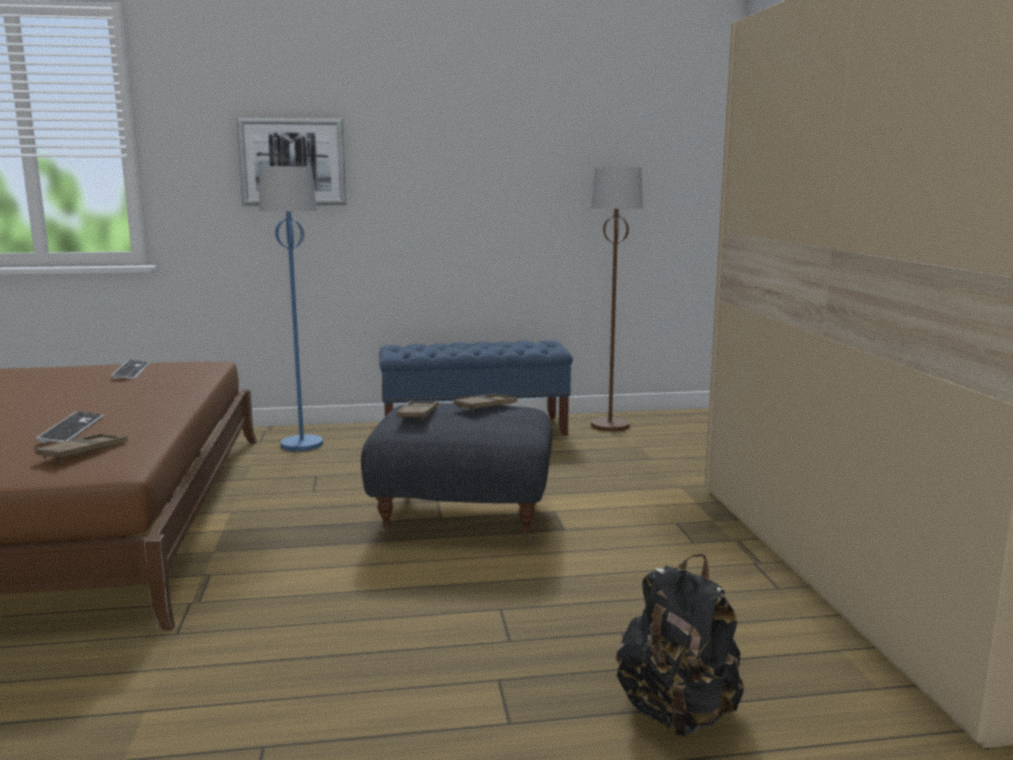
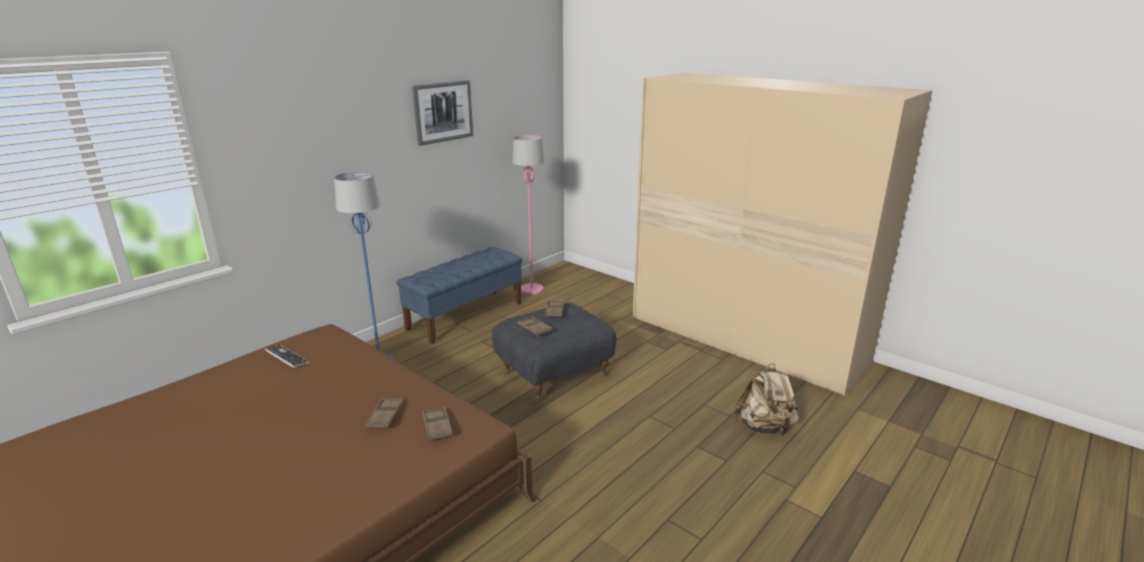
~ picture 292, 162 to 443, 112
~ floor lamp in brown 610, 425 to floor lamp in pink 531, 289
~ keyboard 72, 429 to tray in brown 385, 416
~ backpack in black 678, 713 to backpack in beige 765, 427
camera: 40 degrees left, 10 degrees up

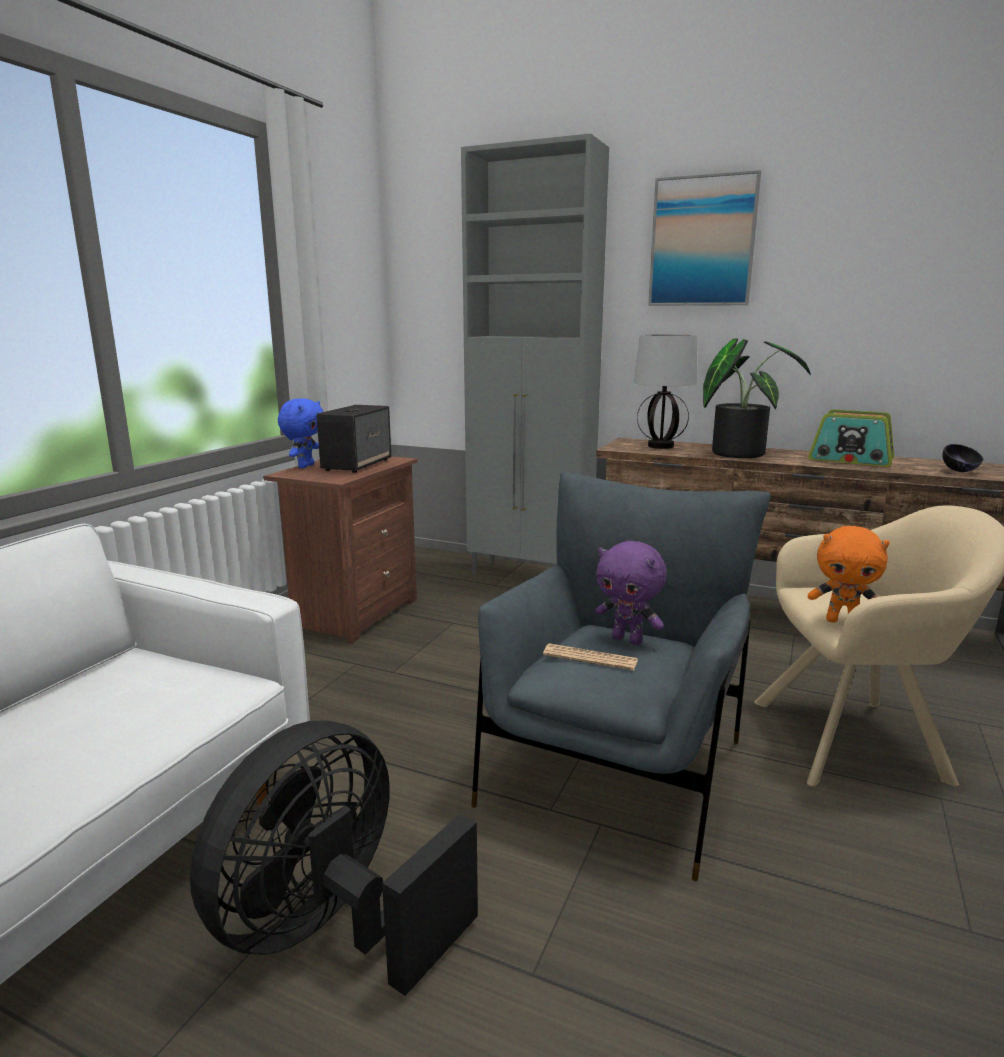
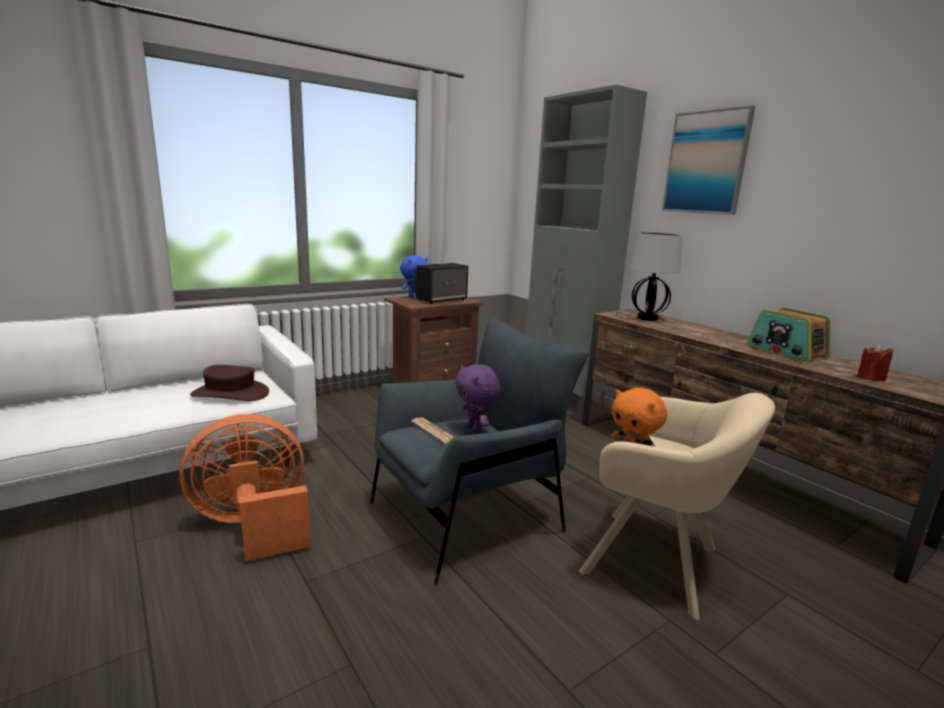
- potted plant 738, 452
~ bowl in black 959, 471 to candle in red 871, 378
~ fan in black 335, 929 to fan in orange 254, 525
+ hat in brown 230, 393
camera: 30 degrees right, 0 degrees up

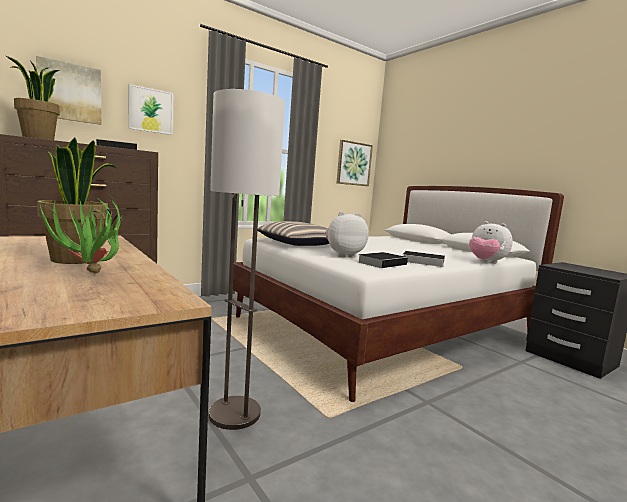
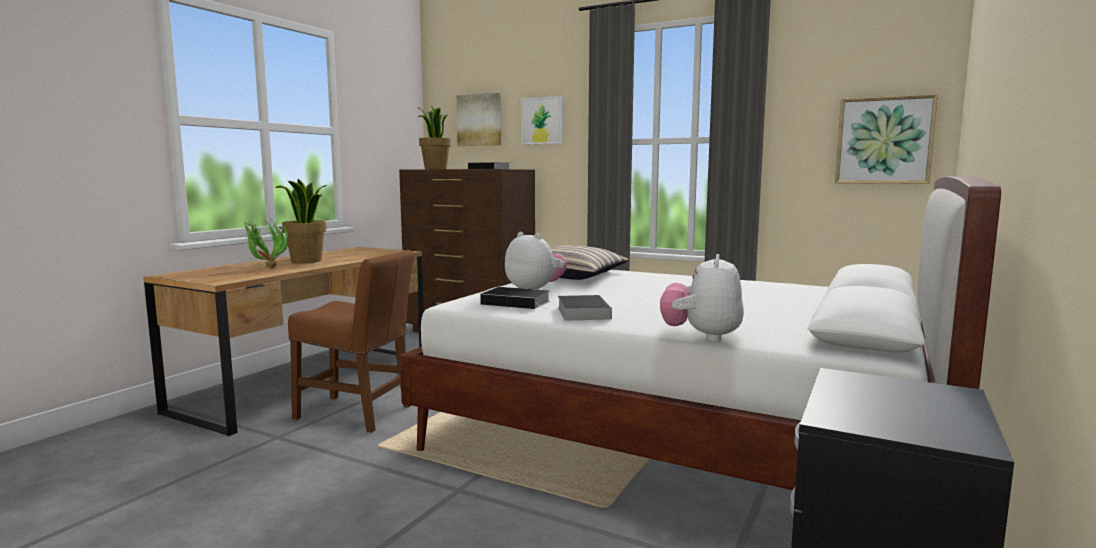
~ floor lamp 235, 414 to chair in brown 358, 413
camera: 65 degrees right, 0 degrees up

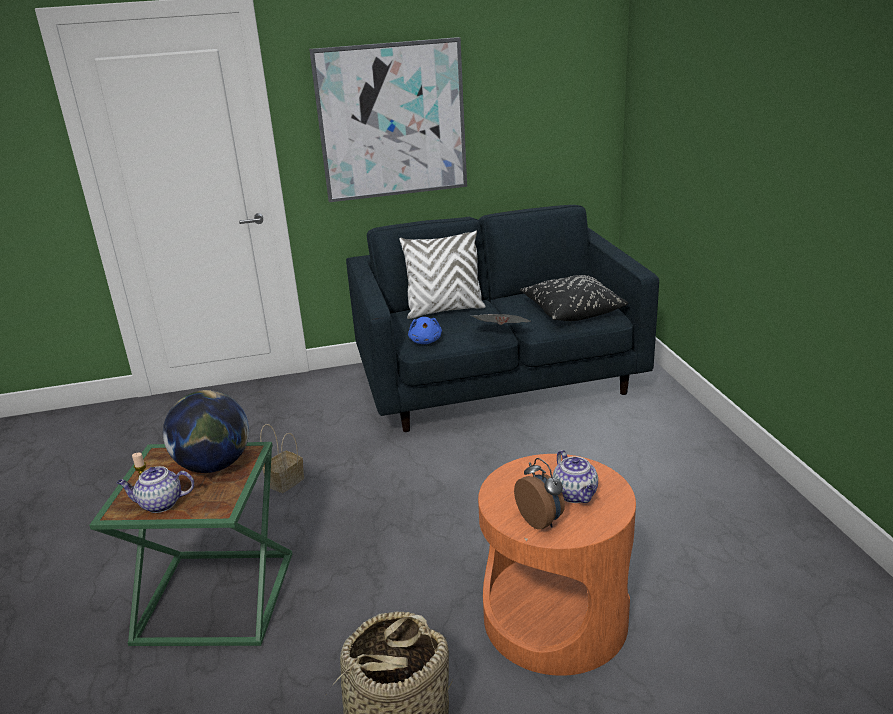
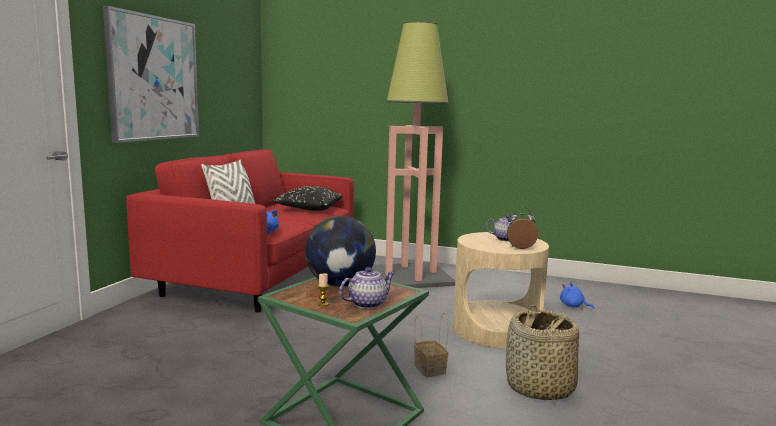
~ sofa in blue 497, 381 to sofa in red 258, 277
- newspaper 502, 334
~ basket 286, 481 to 428, 368
~ side table in orange 555, 618 to side table in beige 496, 330
~ teapot 160, 504 = 367, 303 150 degrees counterclockwise
+ floor lamp 411, 276
+ plush toy in blue 573, 306
camera: 60 degrees left, 15 degrees down

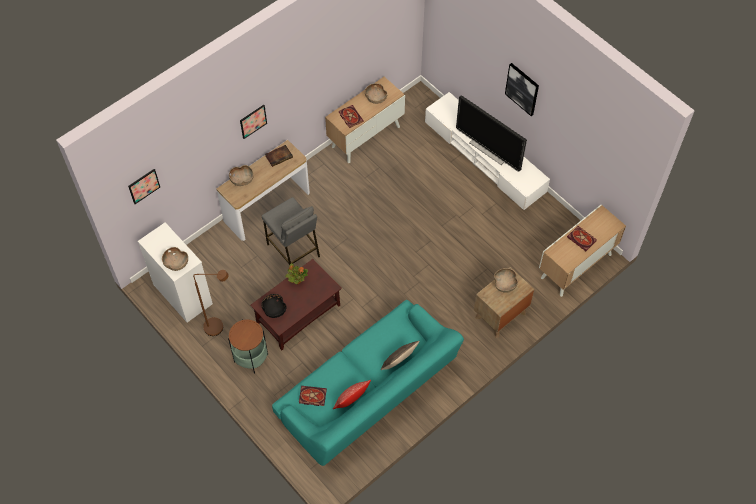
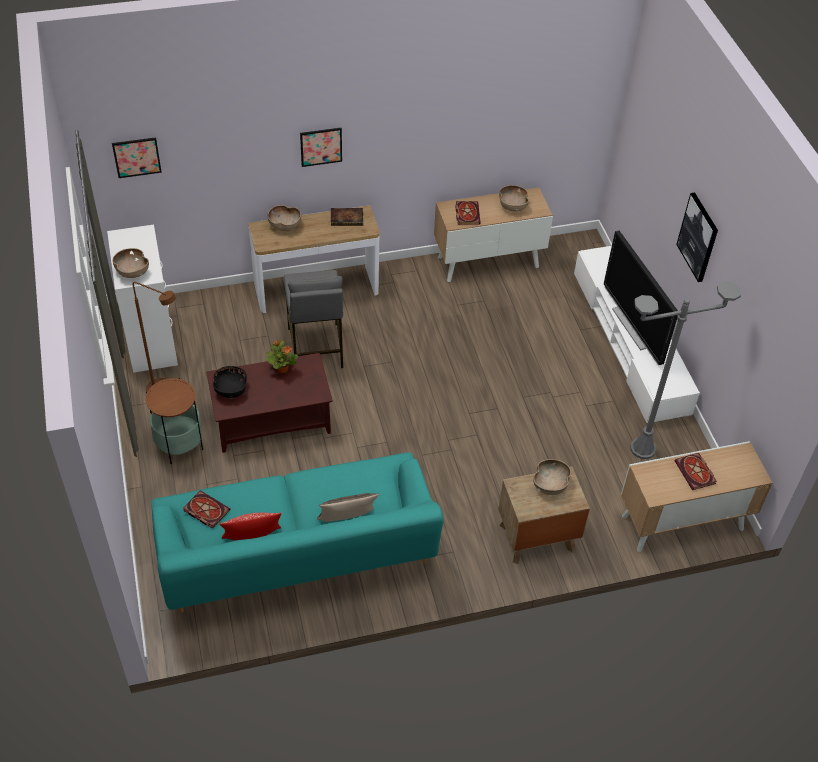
+ floor lamp in grey 643, 448
camera: 25 degrees right, 10 degrees down

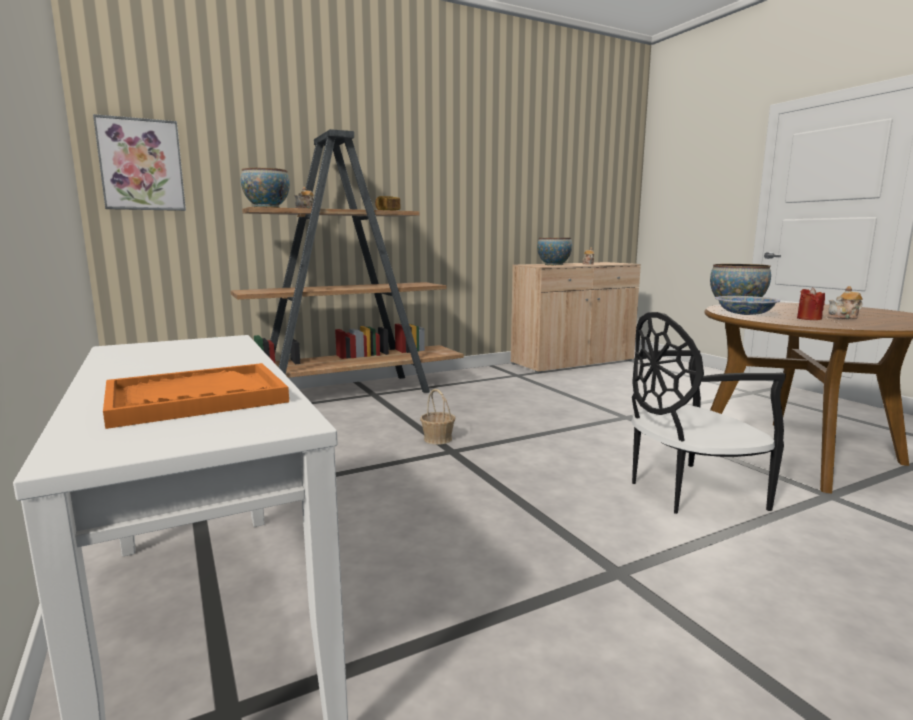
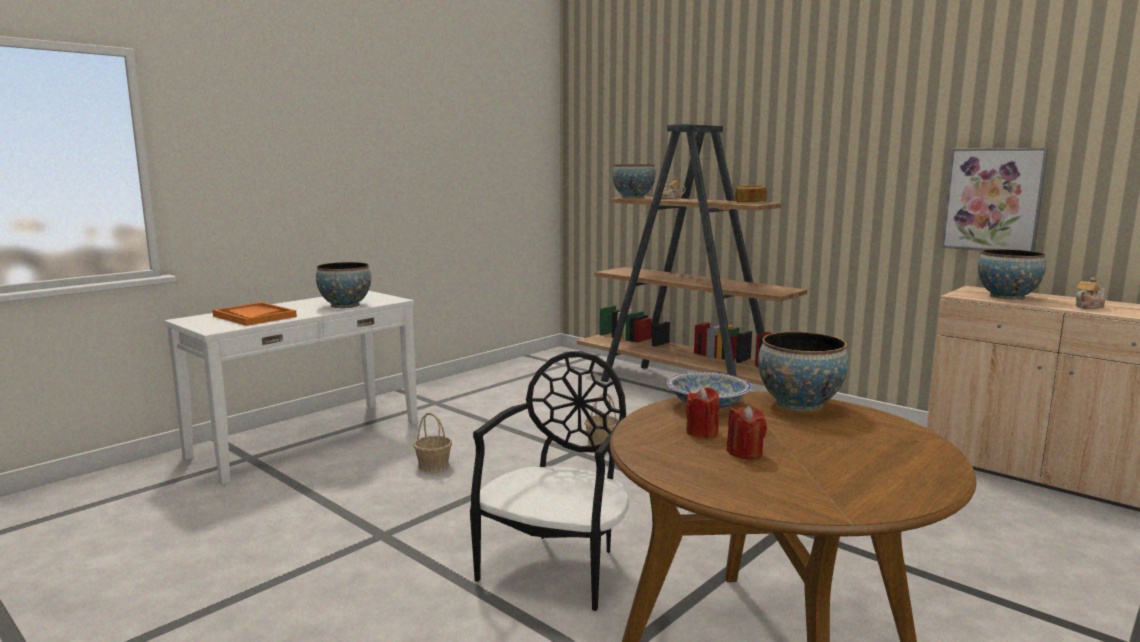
~ picture 141, 165 to 993, 200
~ teapot 844, 317 to candle in red 745, 452
~ chair in black 688, 491 = 557, 567 60 degrees clockwise
+ bowl 345, 305
+ basket 433, 465
camera: 70 degrees right, 0 degrees up

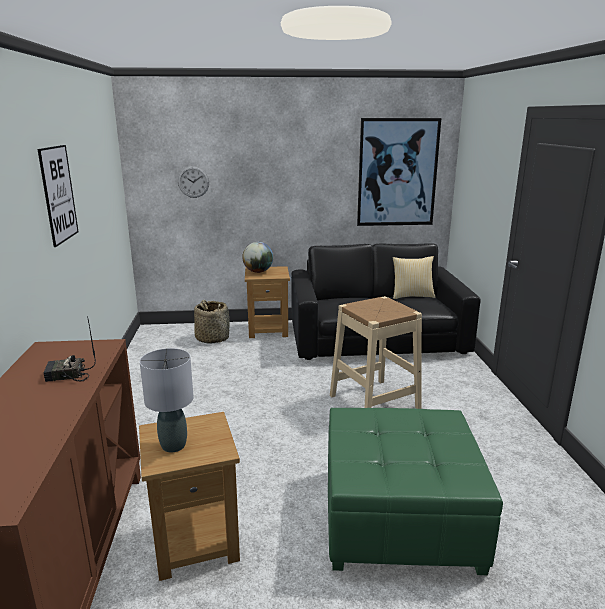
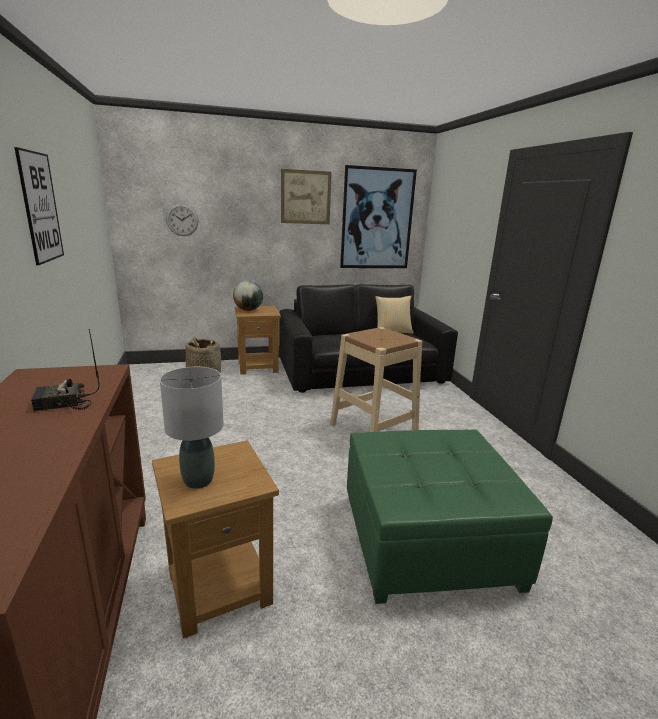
+ picture 305, 197
camera: 10 degrees left, 0 degrees up

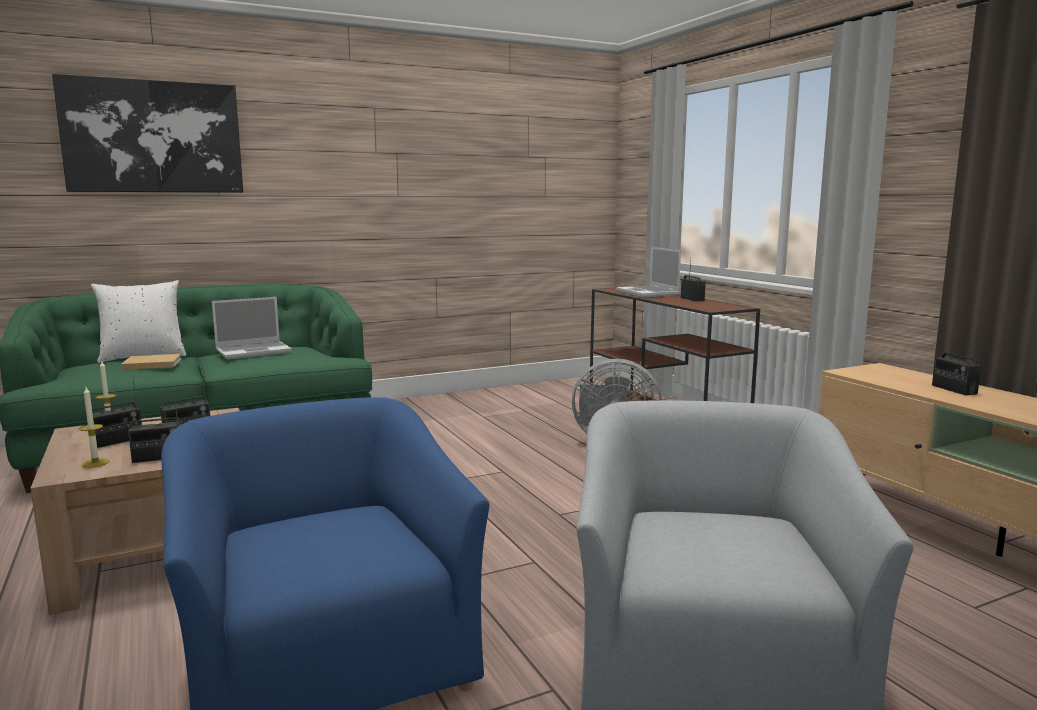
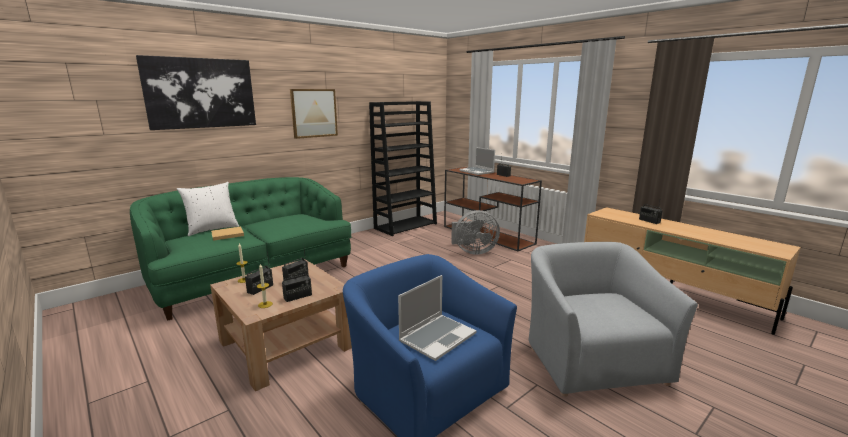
~ laptop 254, 351 to 437, 337
+ picture 314, 113
+ bookcase in black 406, 226
camera: 15 degrees left, 5 degrees up

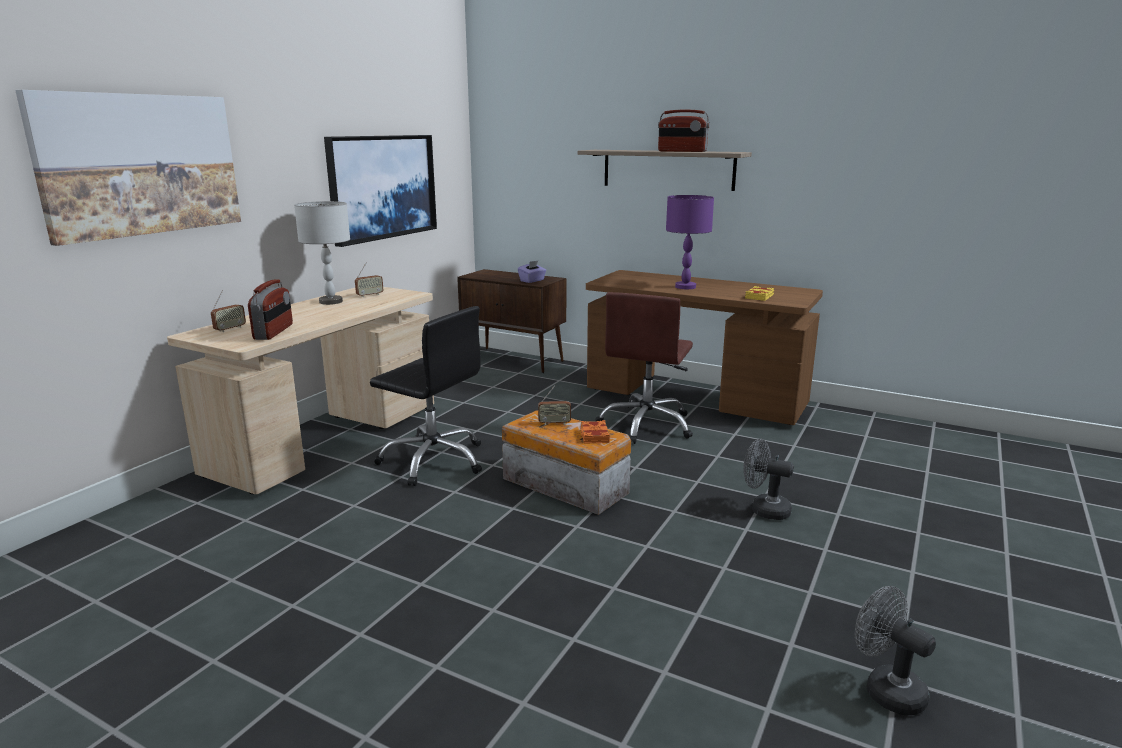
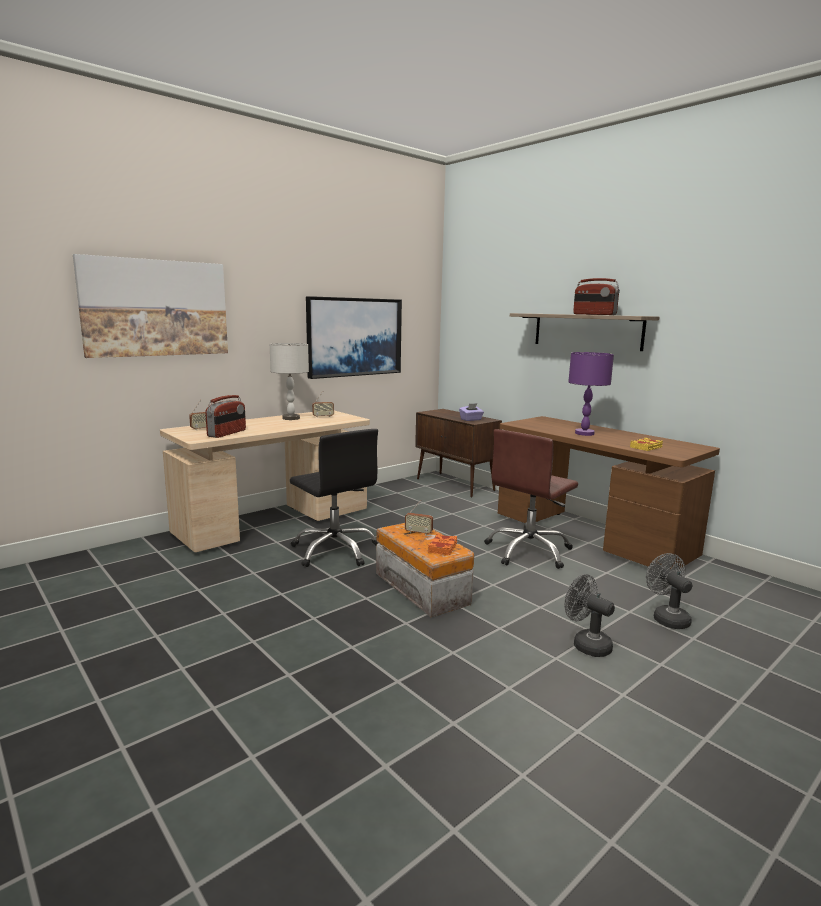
~ fan in grey 886, 689 to 667, 618
camera: 20 degrees right, 5 degrees down

